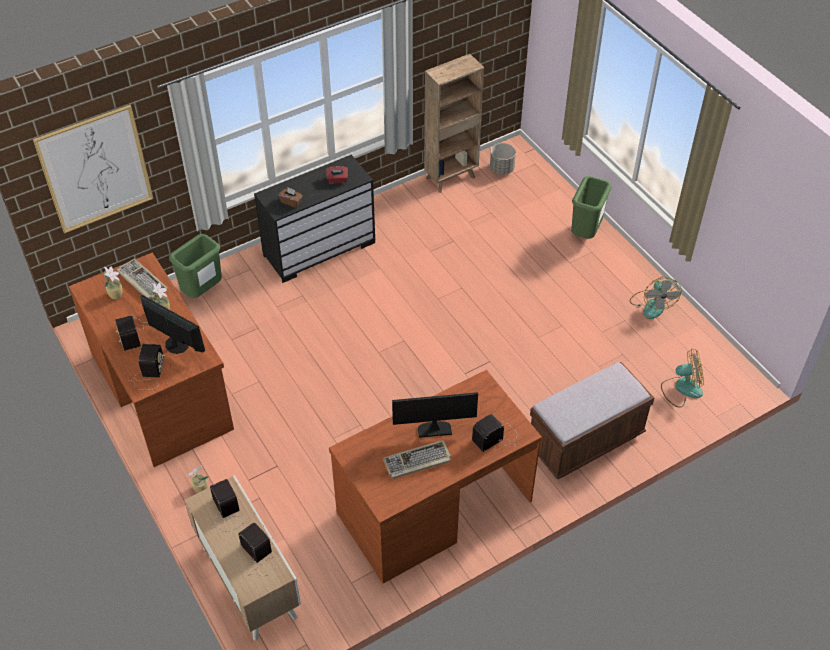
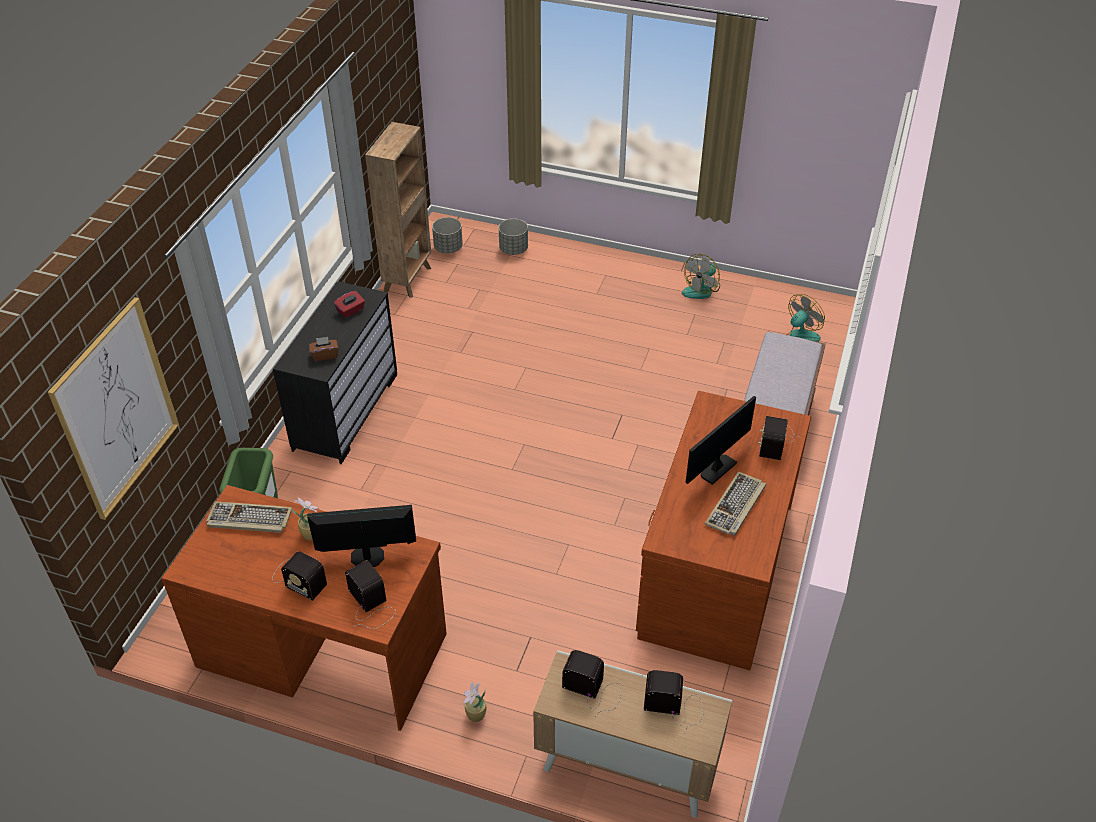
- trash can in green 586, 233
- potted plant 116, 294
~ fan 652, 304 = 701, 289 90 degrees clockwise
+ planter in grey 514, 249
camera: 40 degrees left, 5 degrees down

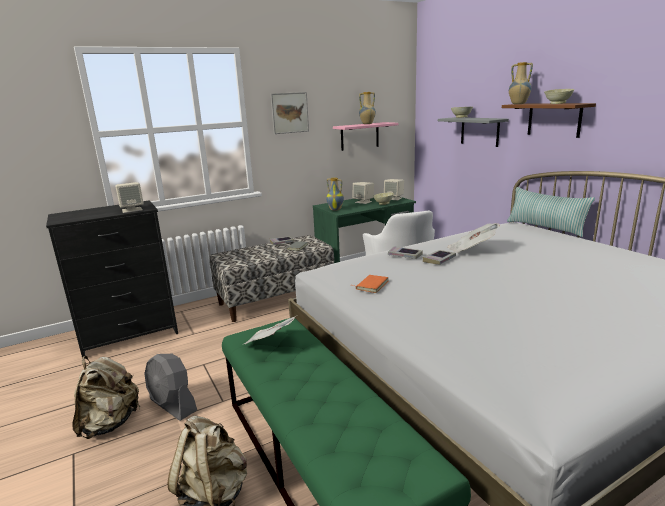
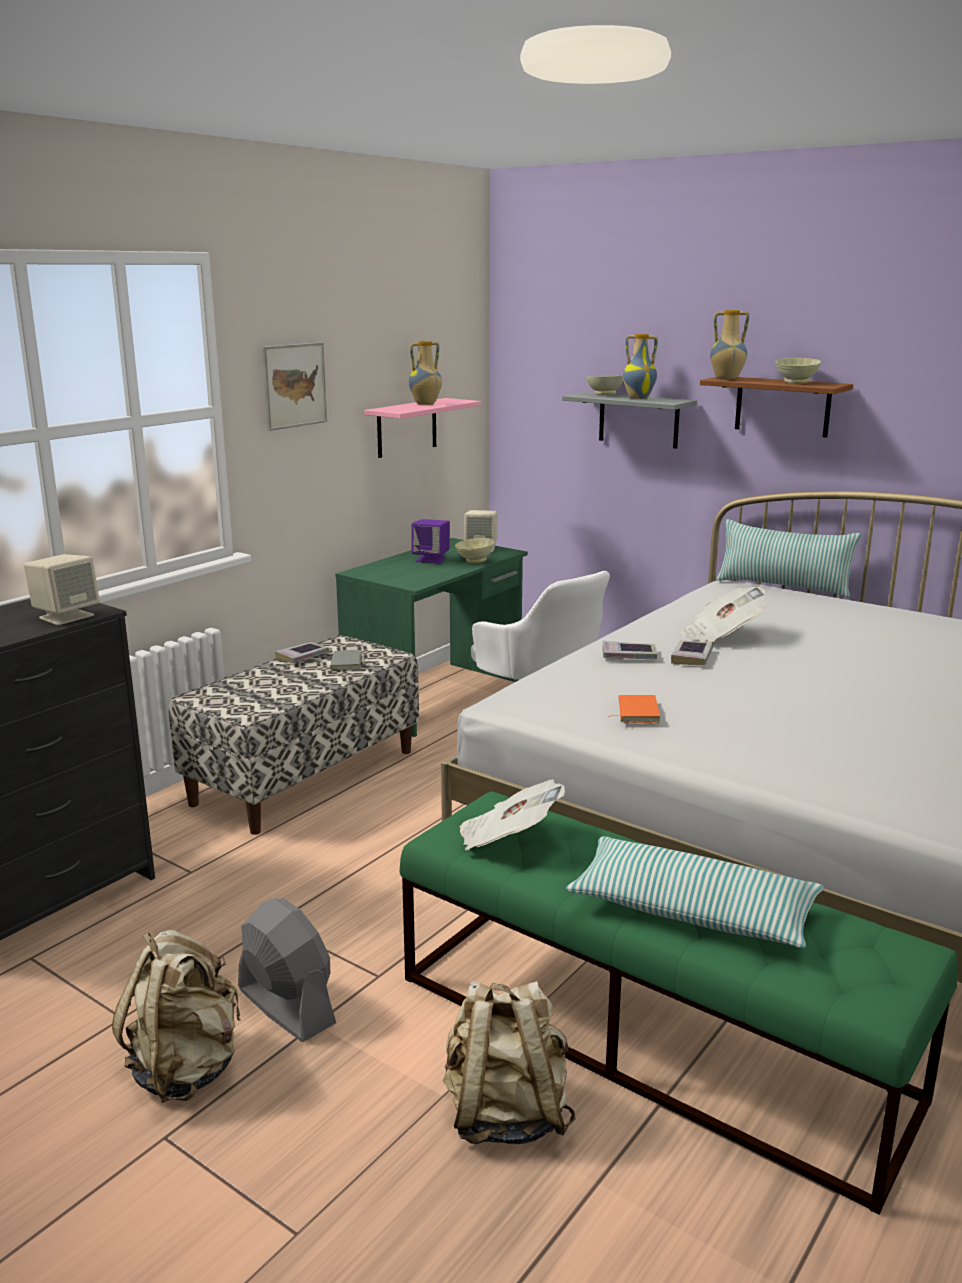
~ vase 335, 209 to 638, 398
~ speaker in beige 363, 202 to speaker in purple 431, 559
~ fan in grey 173, 405 = 286, 1006 150 degrees counterclockwise
+ pillow 692, 911
camera: 25 degrees left, 0 degrees up

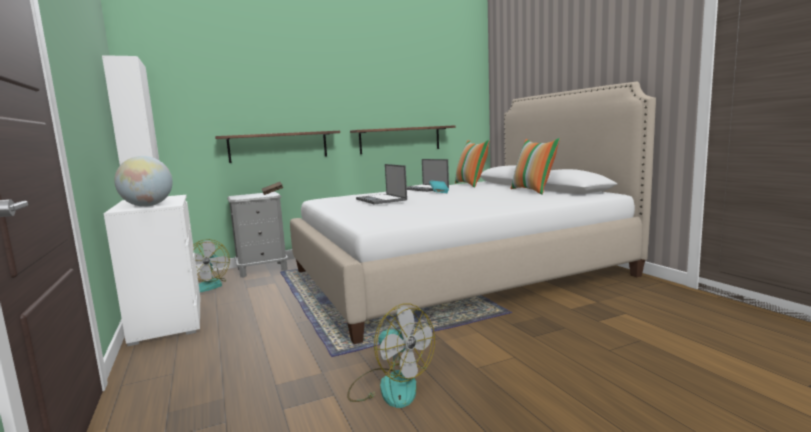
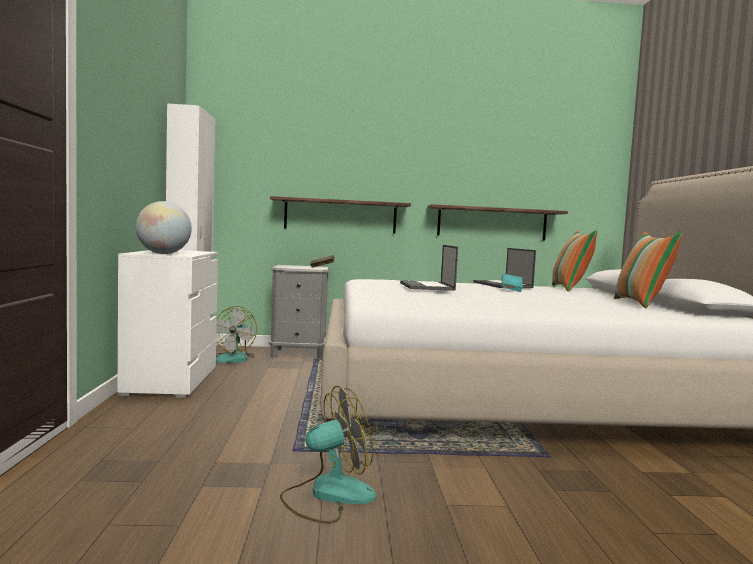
~ fan 390, 386 = 328, 495 90 degrees counterclockwise
camera: 20 degrees right, 5 degrees down

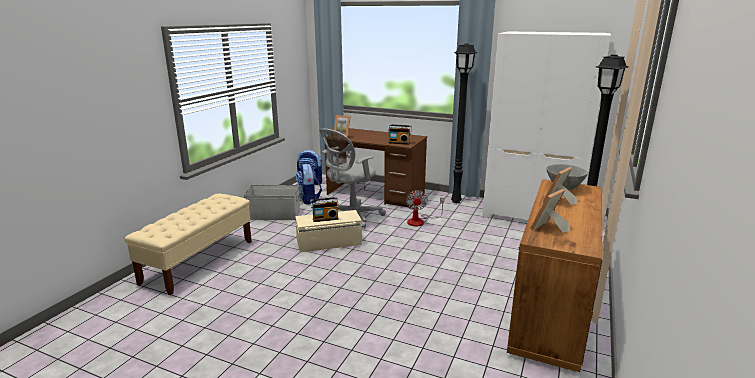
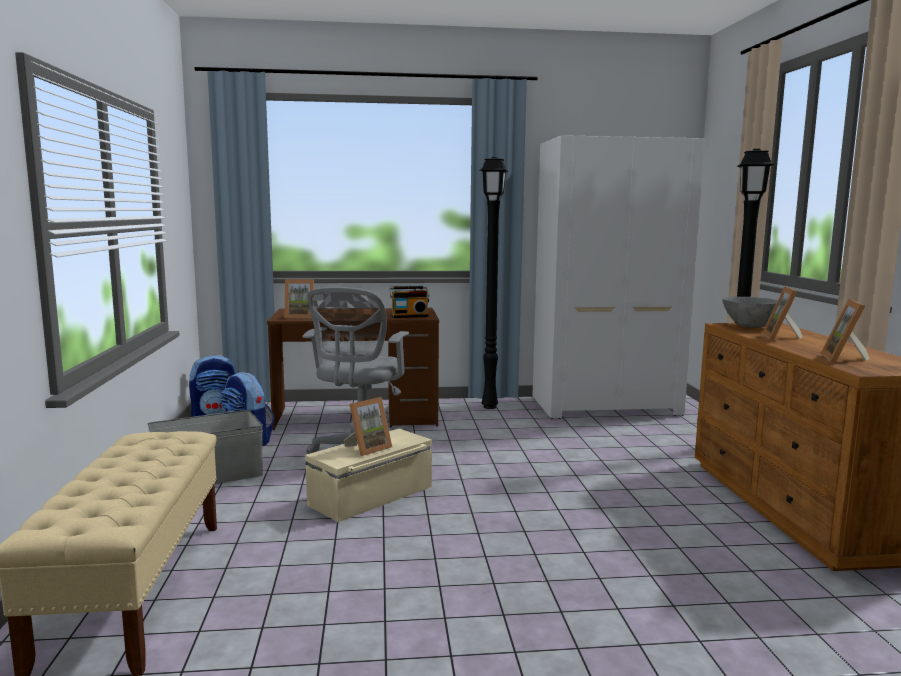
- fan 420, 221
~ radio 325, 219 to picture frame 368, 448
camera: 30 degrees left, 10 degrees down

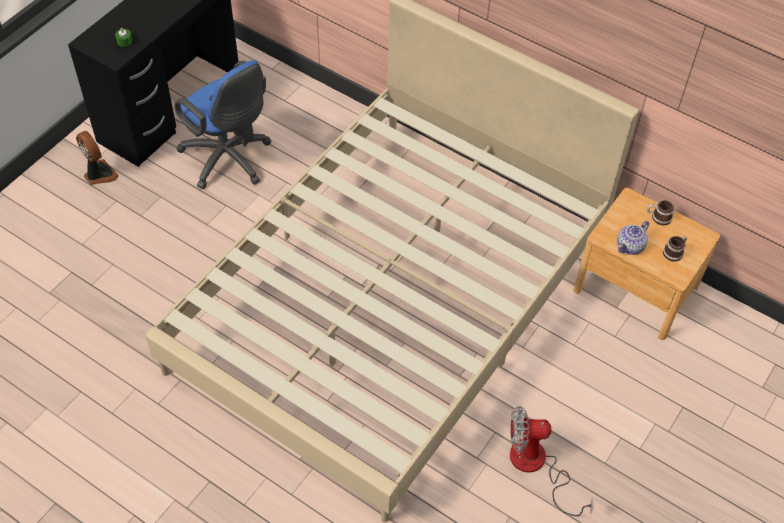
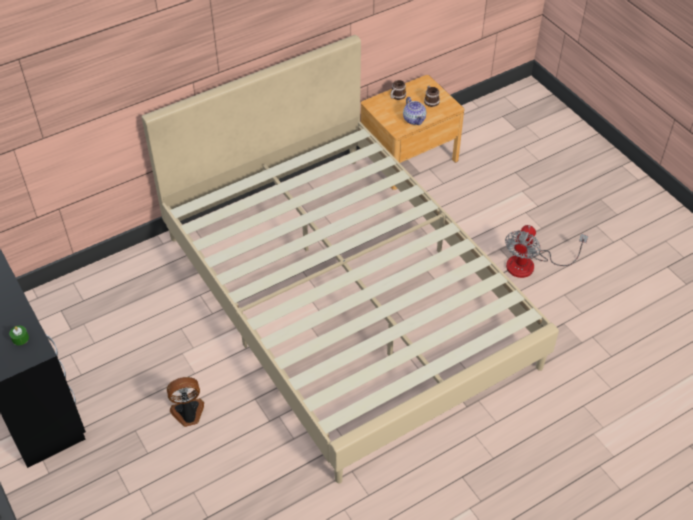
- office chair in blue 229, 160
~ fan 99, 174 to 188, 414
camera: 65 degrees left, 5 degrees down

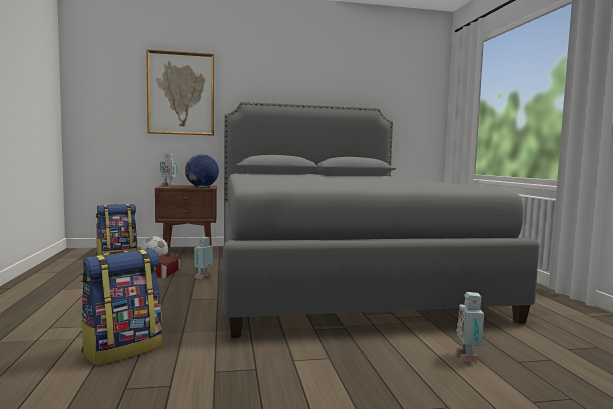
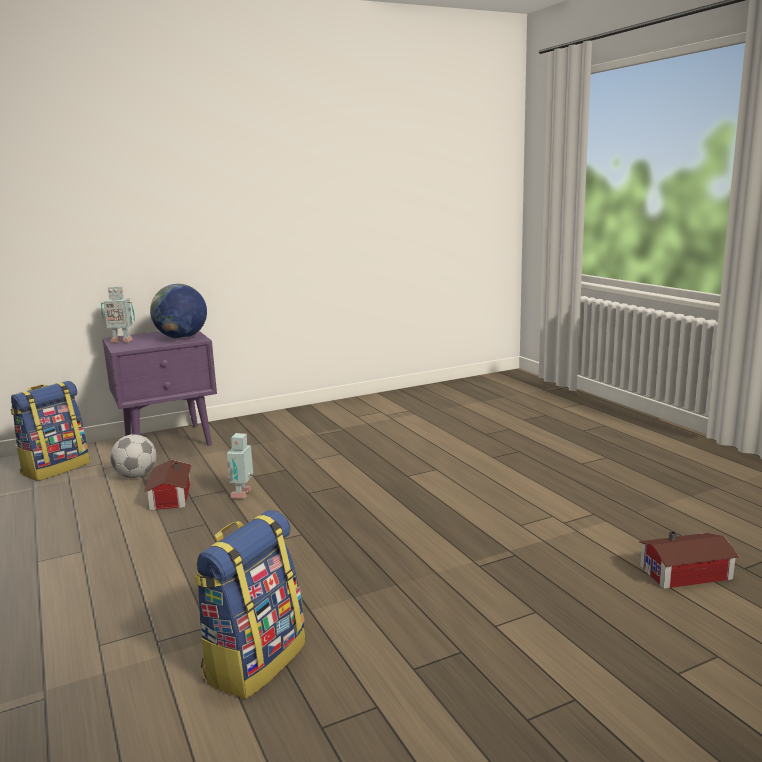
- picture 181, 93
- bed in grey 334, 274
~ nightstand in brown 189, 251 to nightstand in purple 169, 441
~ toy robot 468, 357 to toy house 688, 573
camera: 15 degrees left, 10 degrees up

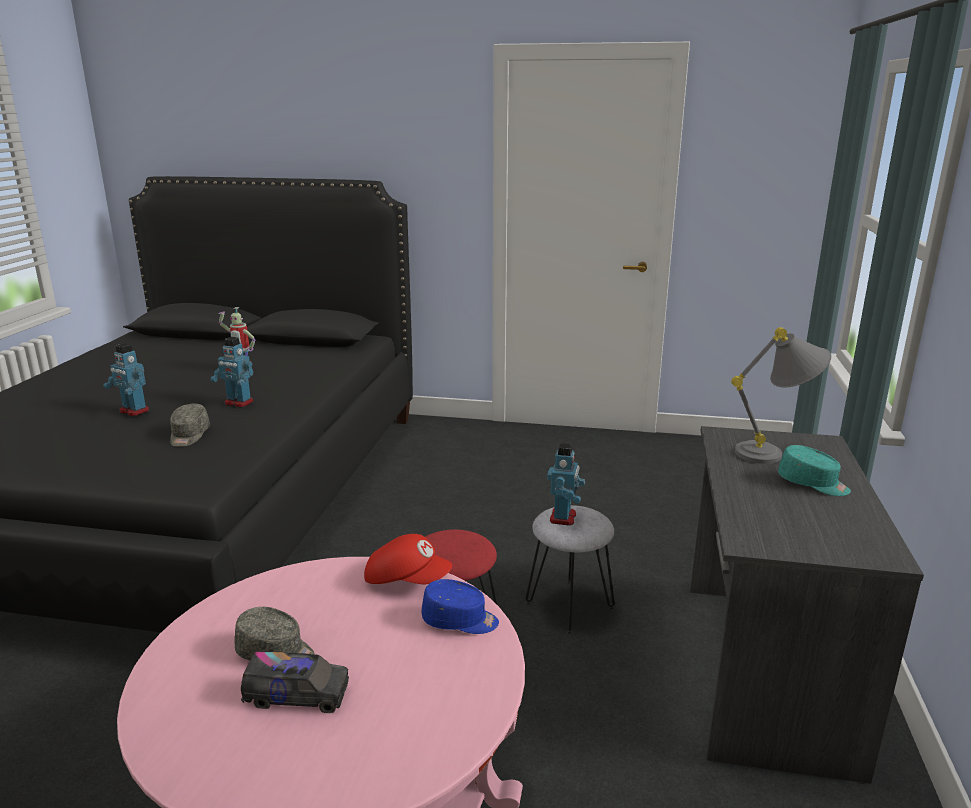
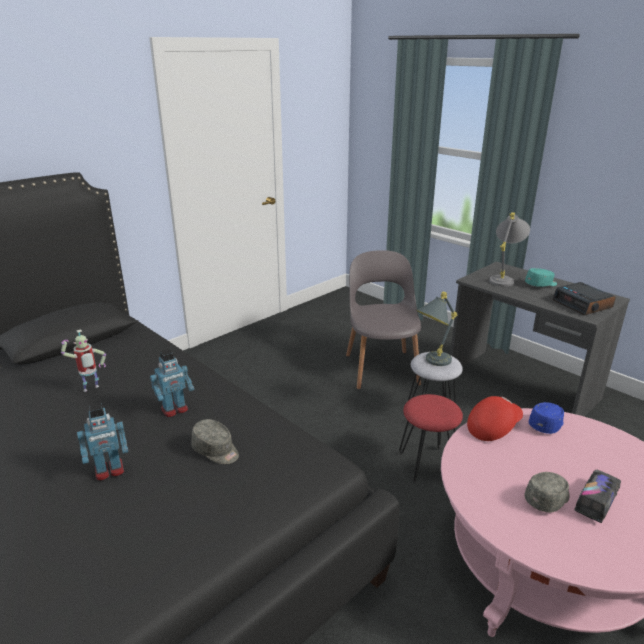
~ toy robot 563, 518 to table lamp in grey 432, 362
+ chair in grey 381, 367
+ alarm clock 583, 304
camera: 55 degrees left, 5 degrees up

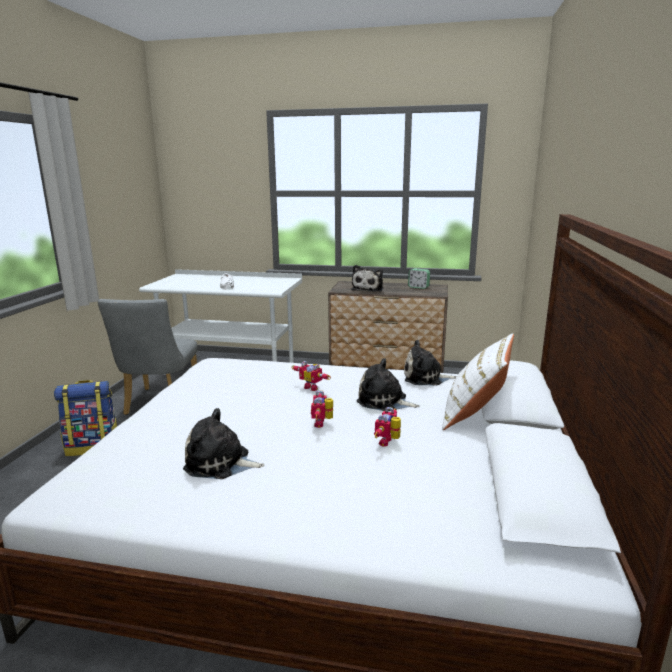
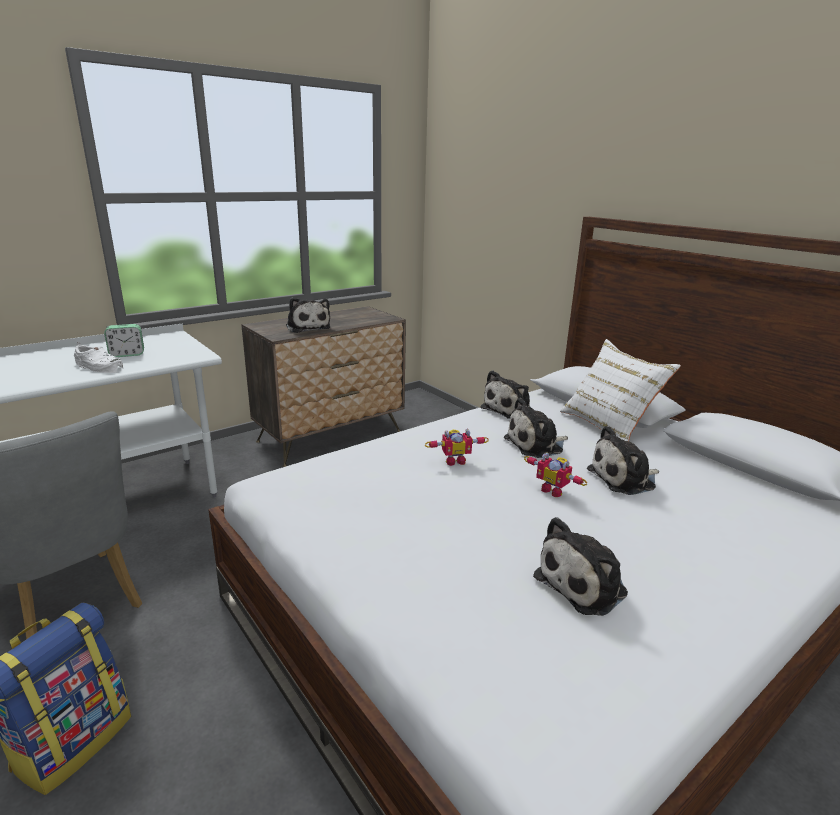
~ alarm clock 418, 287 to 127, 354
~ toy robot 388, 442 to plush toy 624, 479
camera: 50 degrees left, 5 degrees up

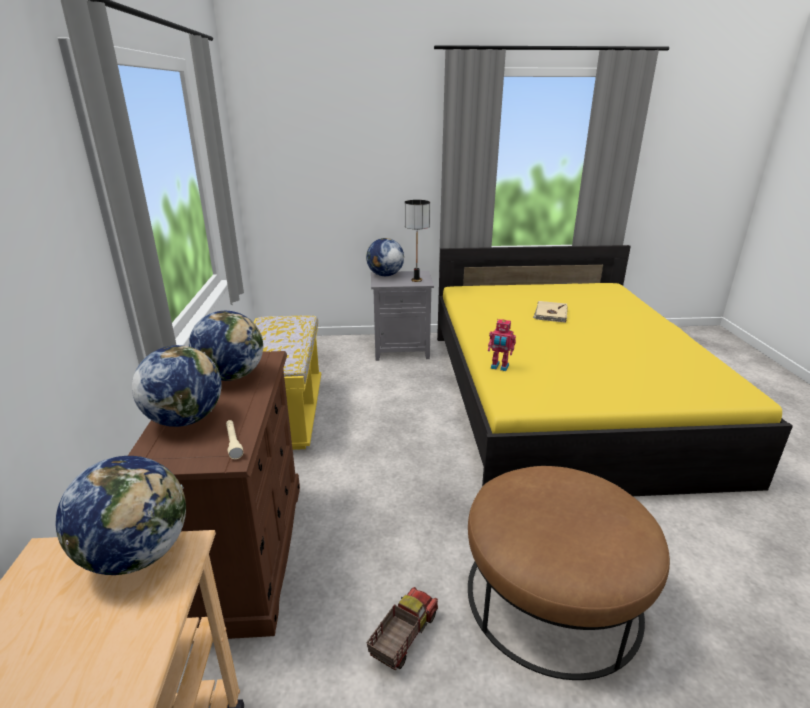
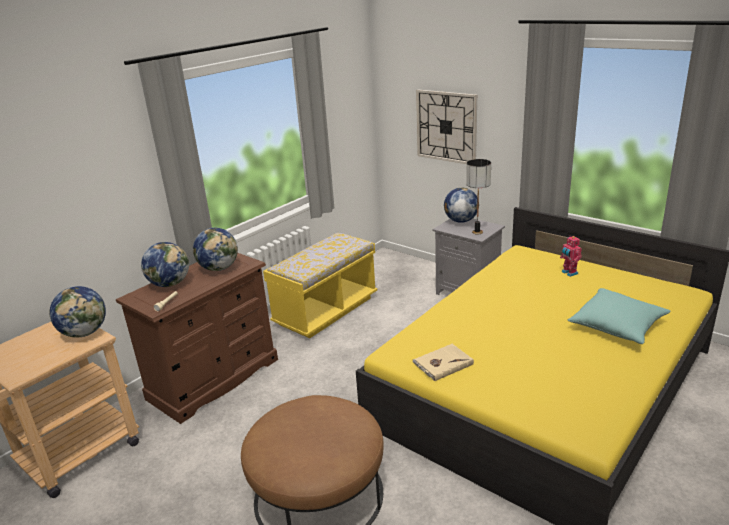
~ book in beige 550, 313 to 442, 364
~ toy robot 499, 367 to 569, 273
- toy truck 403, 636
+ wall clock 446, 126
+ pillow in turquoise 617, 326
camera: 45 degrees right, 0 degrees up

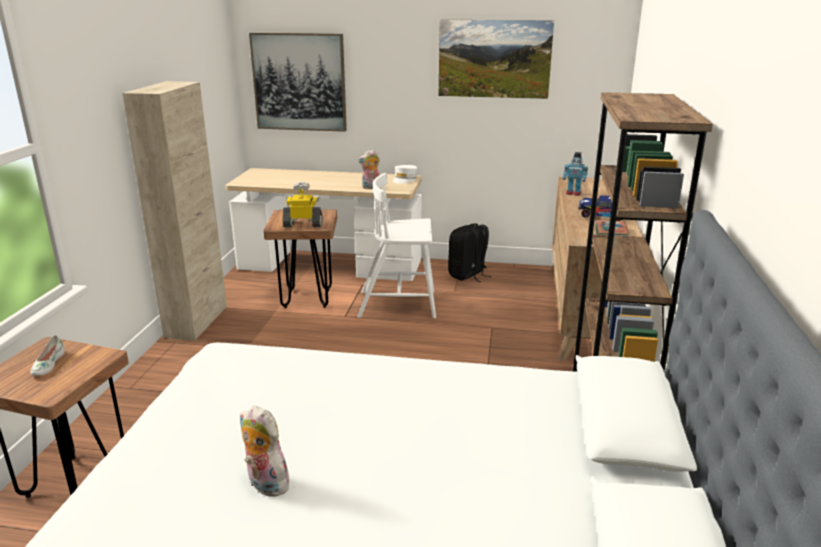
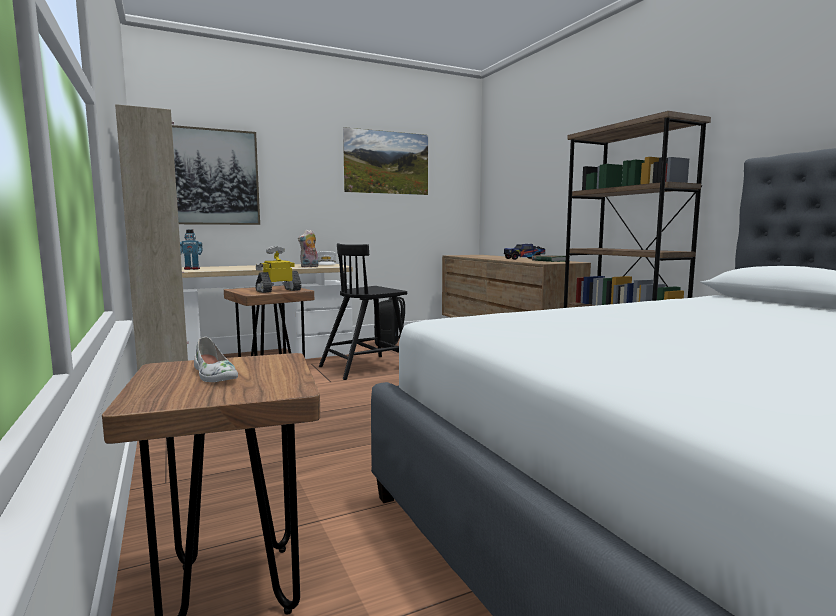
~ toy robot 573, 193 to 192, 269
~ chair in white 399, 304 to chair in black 366, 367
- plush toy 265, 484
camera: 35 degrees left, 15 degrees down

